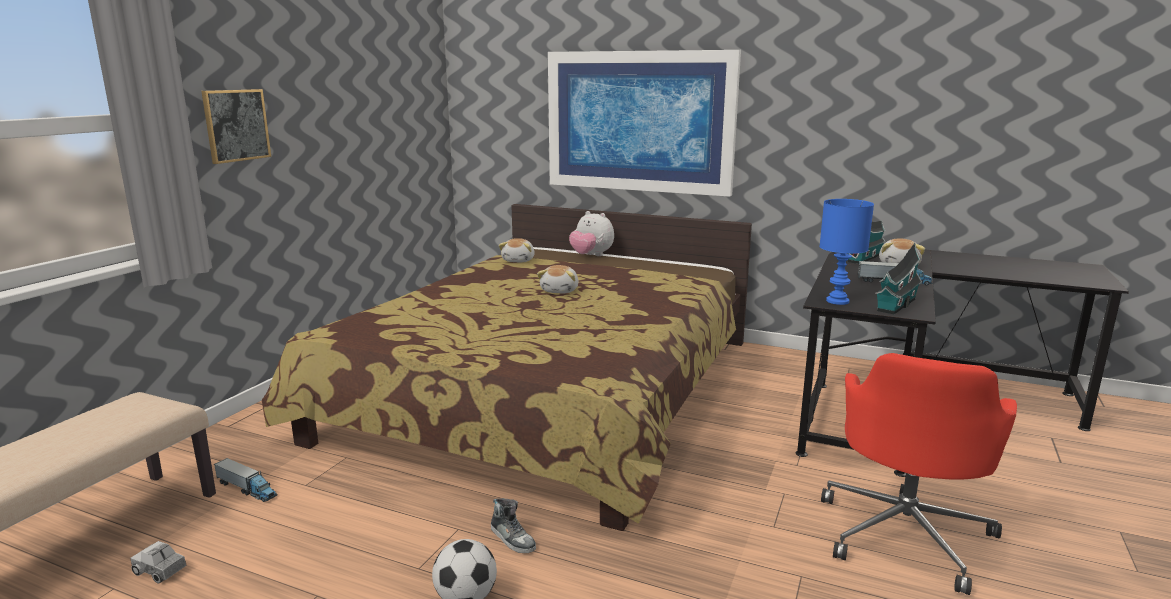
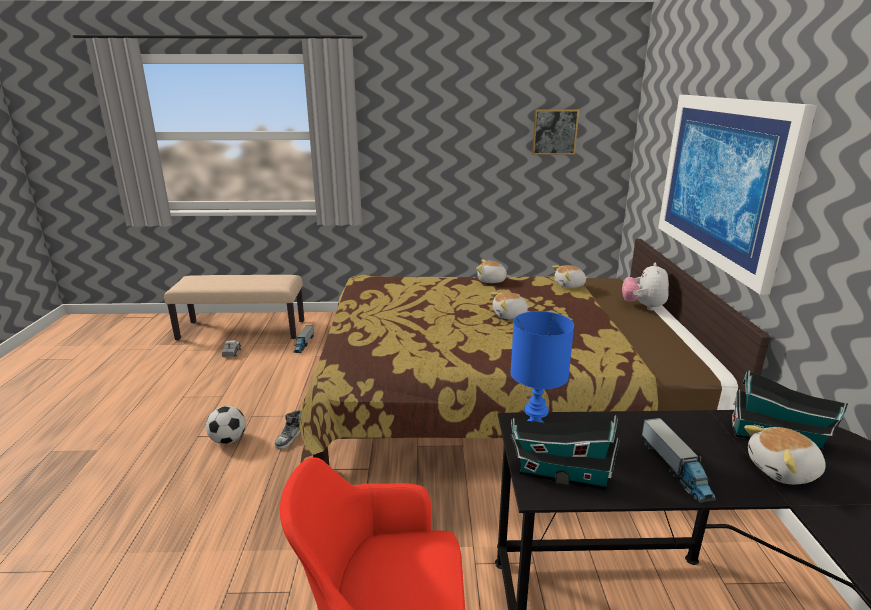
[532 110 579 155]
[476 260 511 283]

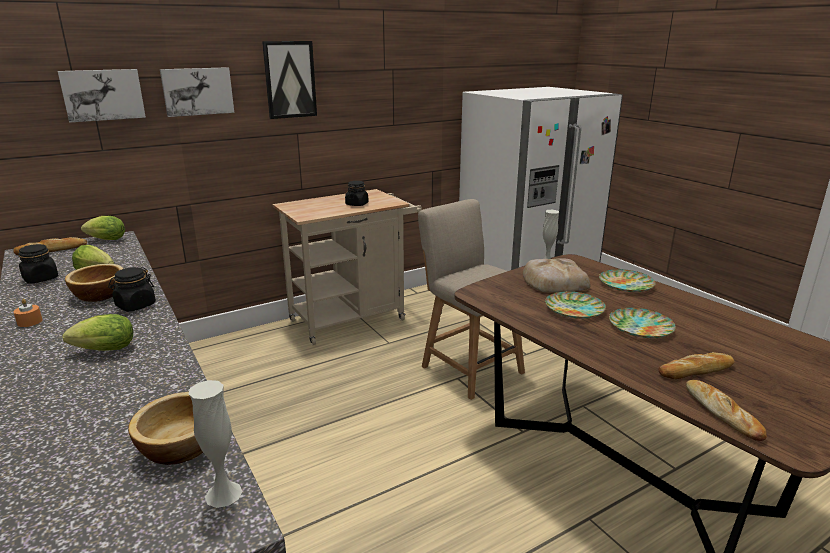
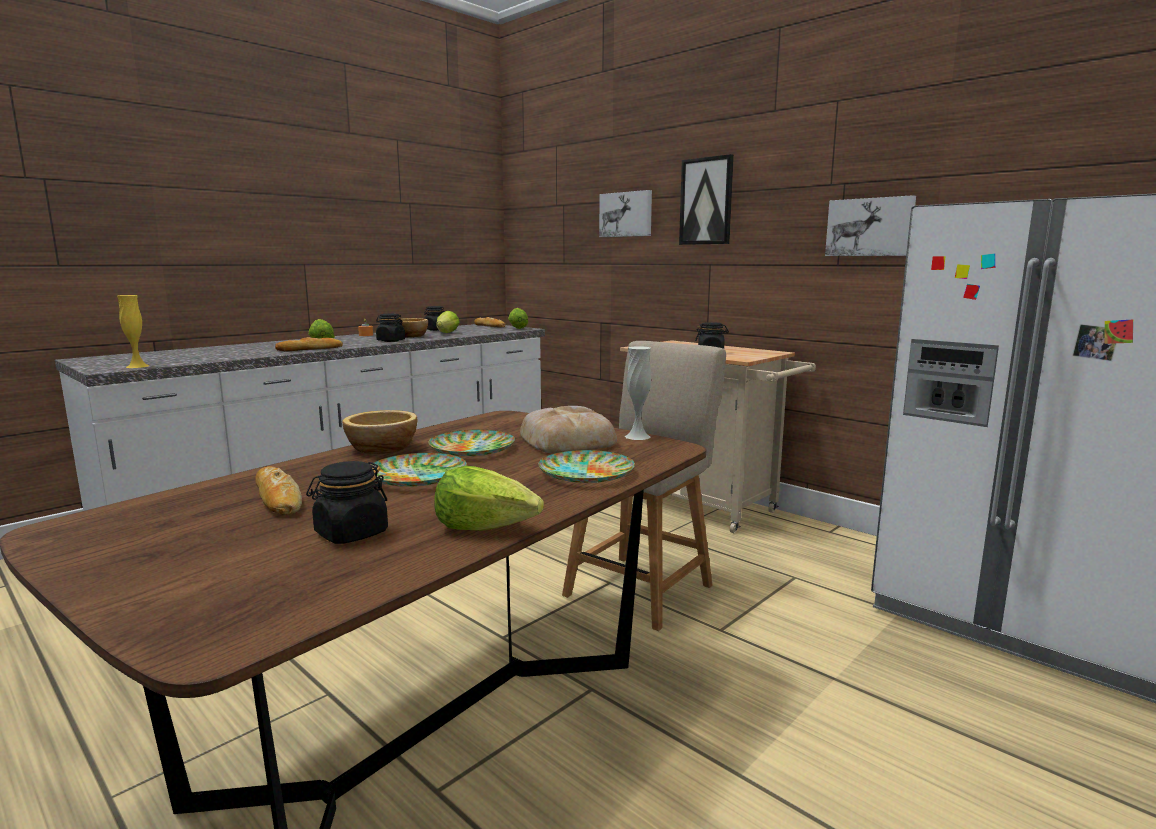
[825 195 916 256]
[342 410 417 454]
[117 295 149 368]
[275 337 343 351]
[306 461 388 544]
[435 466 544 531]

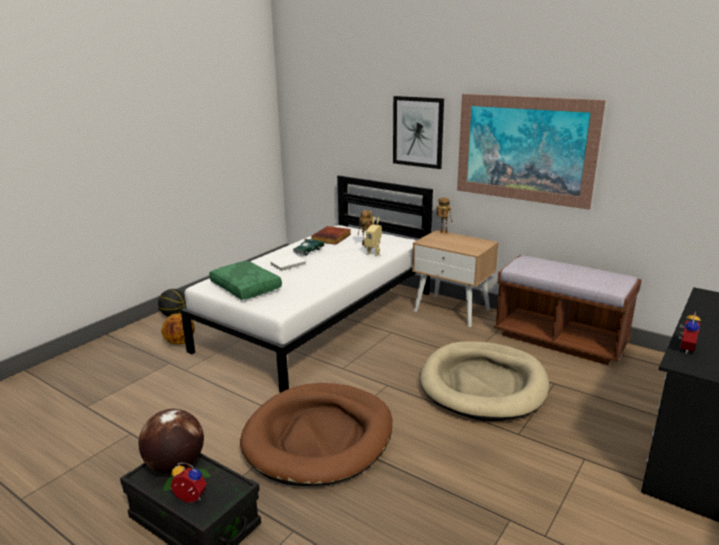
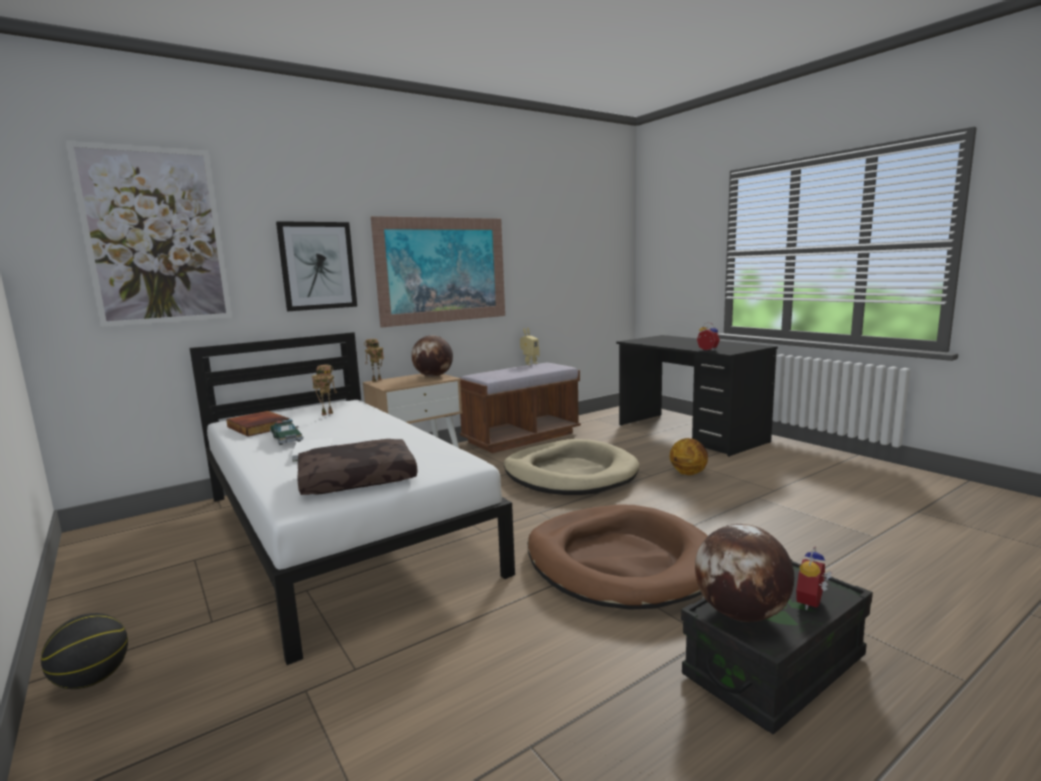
[670 438 708 475]
[298 439 418 495]
[520 328 540 365]
[65 140 232 327]
[411 335 453 377]

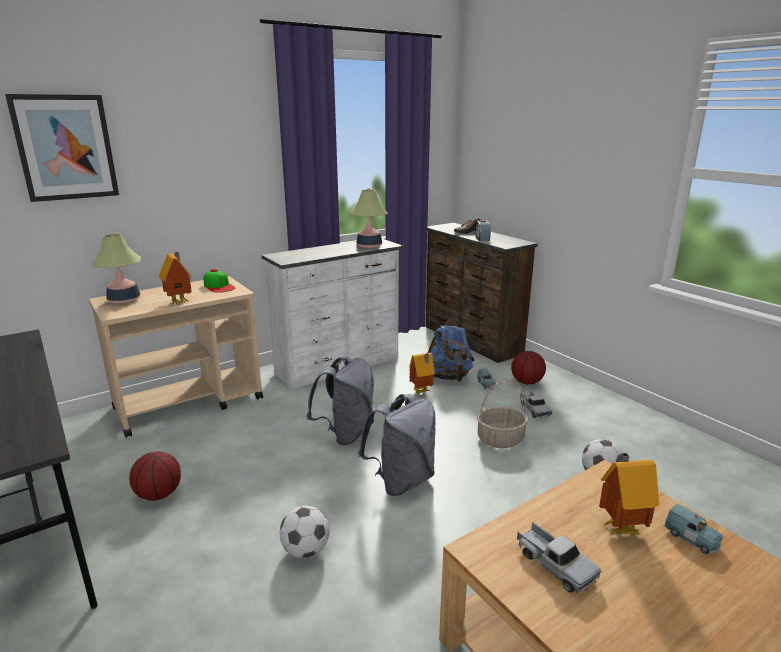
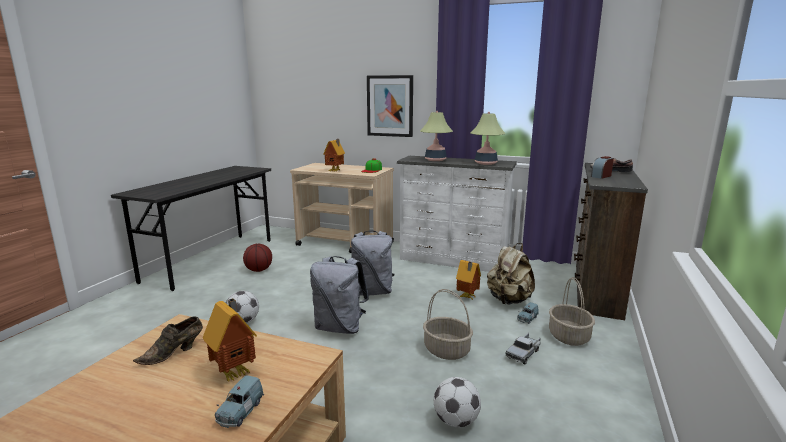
[367 75 413 137]
[420 111 453 161]
[487 243 535 305]
[549 277 595 346]
[133 316 203 365]

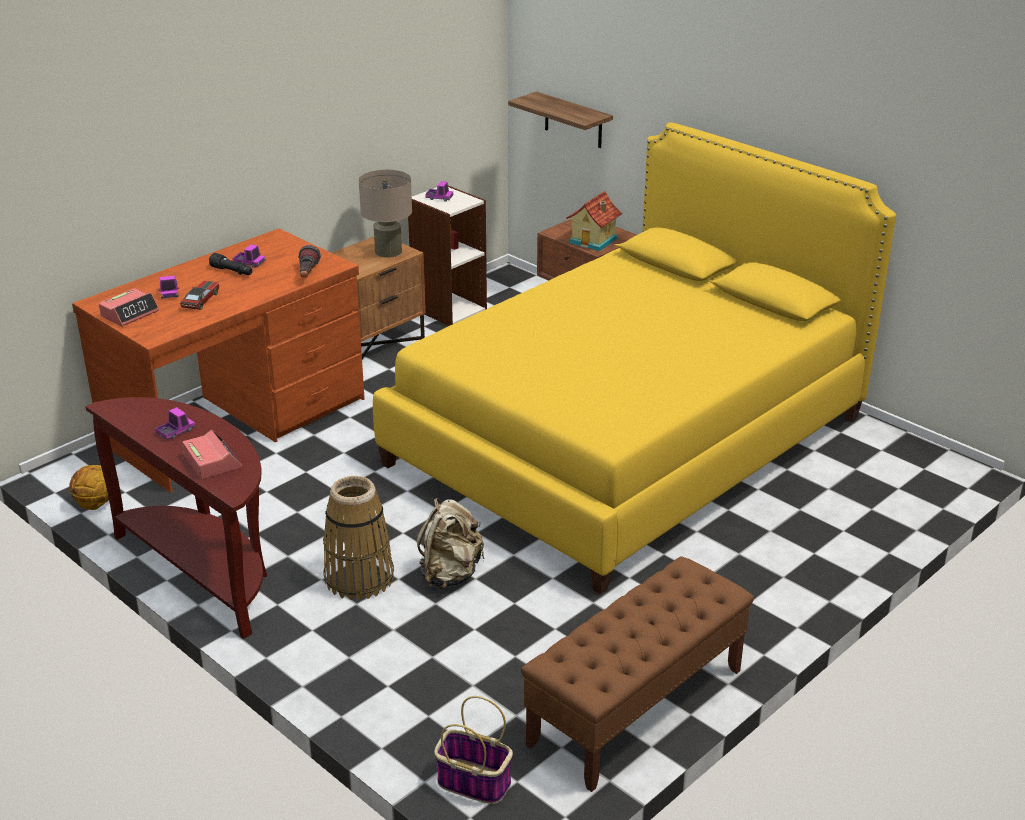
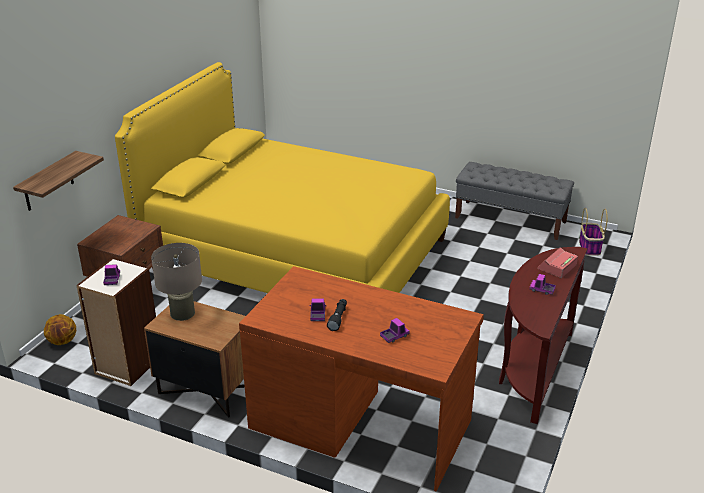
[44 314 76 345]
[99 288 159 326] (first image)
[180 281 219 310] (first image)
[298 245 321 277] (first image)
[323 476 394 600] (first image)
[417 498 485 589] (first image)
[455 162 574 240]
[566 191 622 251] (first image)

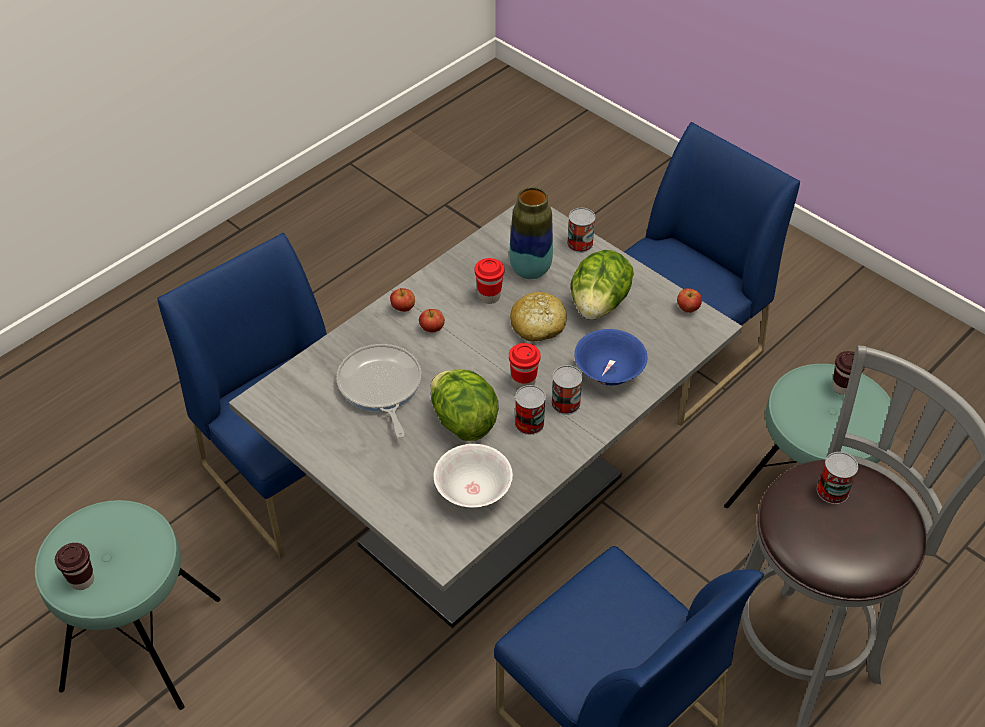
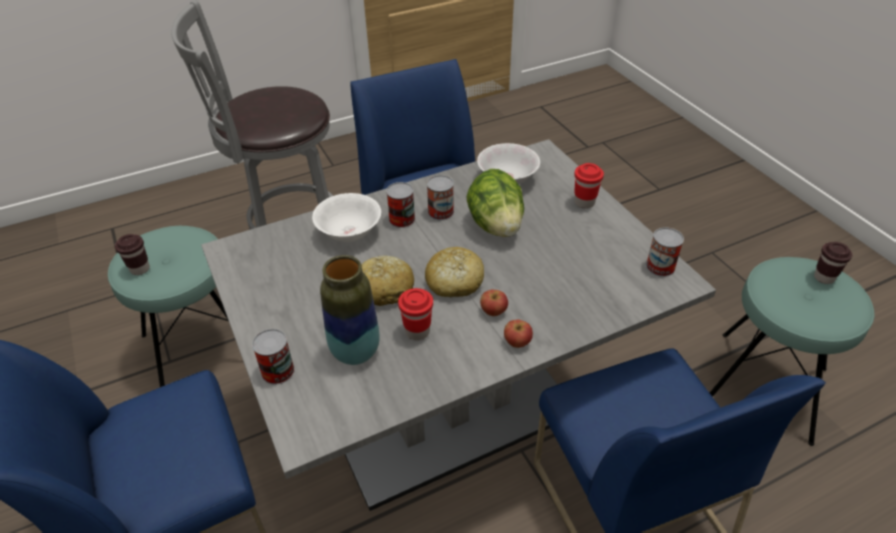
[337 344 421 438] (first image)
[574 163 604 209]
[571 250 634 320] (first image)
[312 193 381 242]
[677 289 702 313] (first image)
[646 227 684 277]
[425 247 484 298]

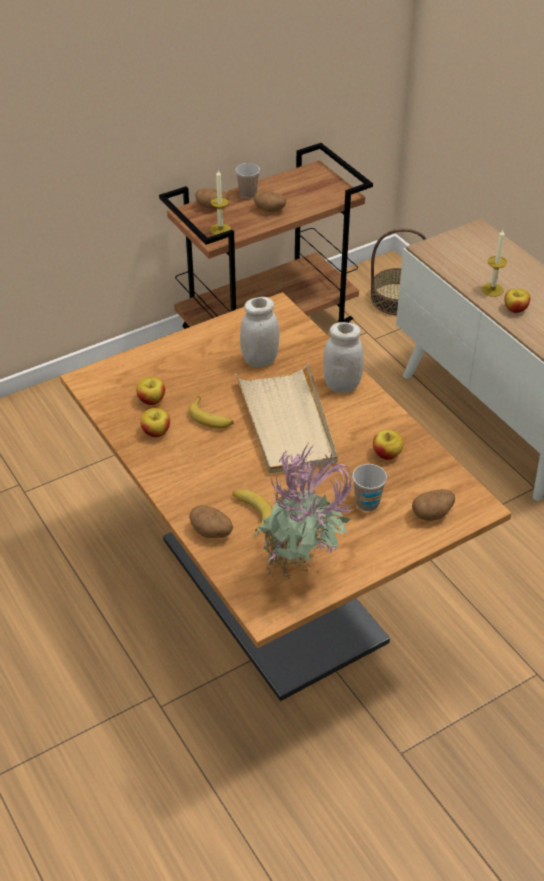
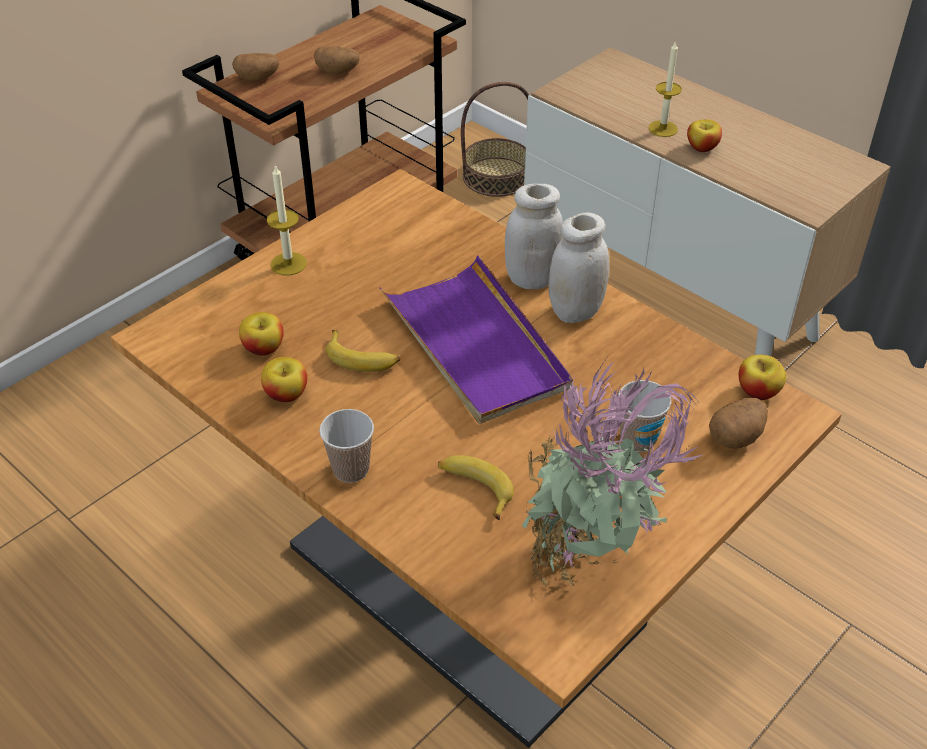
[189 505 233 538] (first image)
[267 164 307 275]
[319 409 374 483]
[380 255 573 424]
[548 212 609 323]
[739 355 786 400]

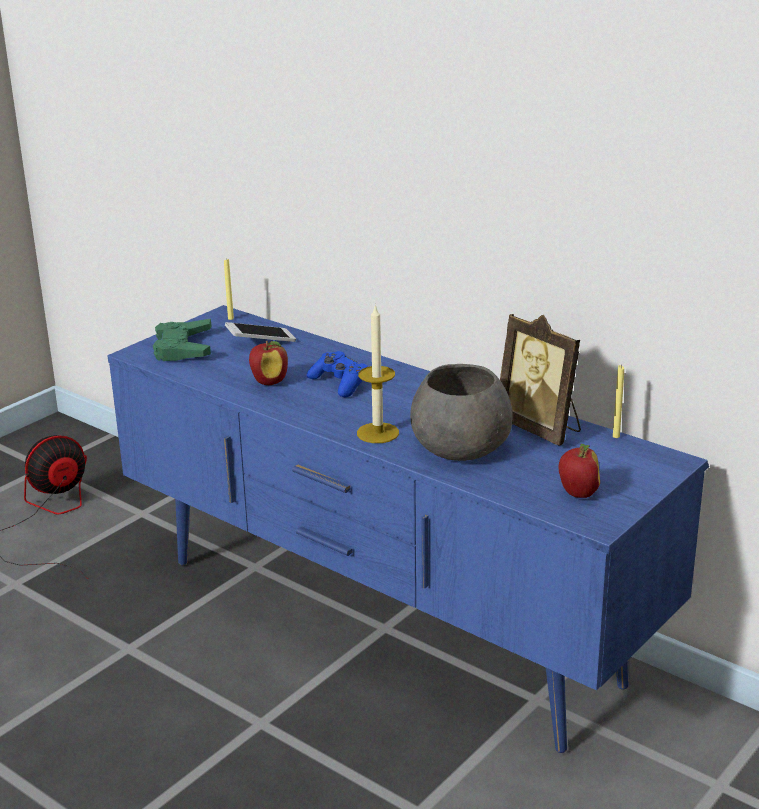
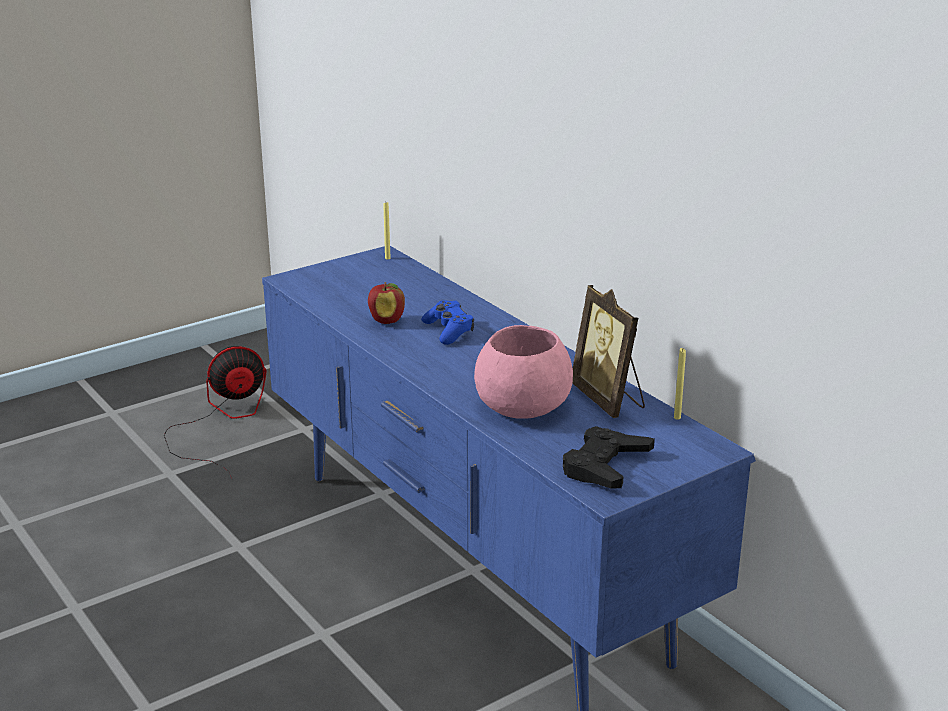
[153 318 212 361] (first image)
[225 322 296 342] (first image)
[357 304 399 443] (first image)
[474 325 573 419]
[563 426 655 489]

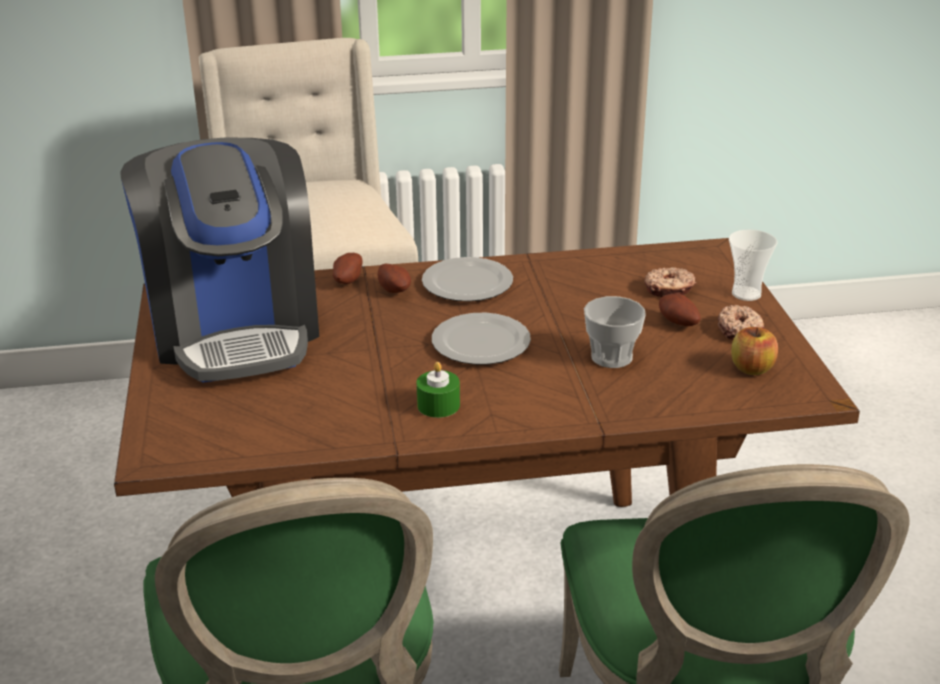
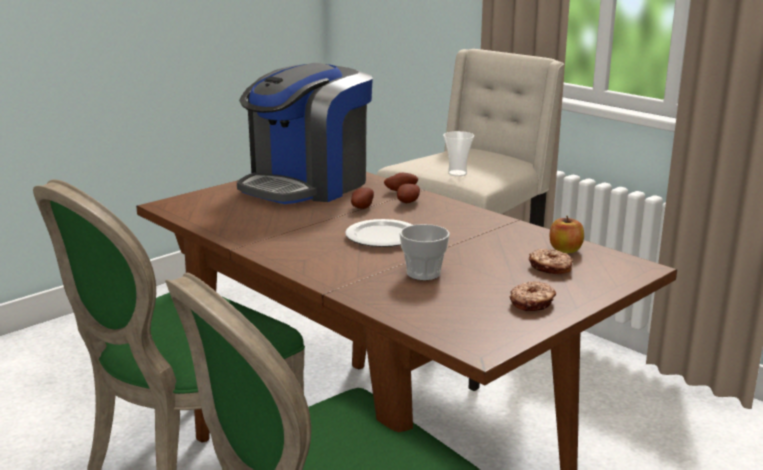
[416 362 460 418] (first image)
[422 257 513 302] (first image)
[351 188 374 209]
[443 131 474 176]
[550 216 584 253]

